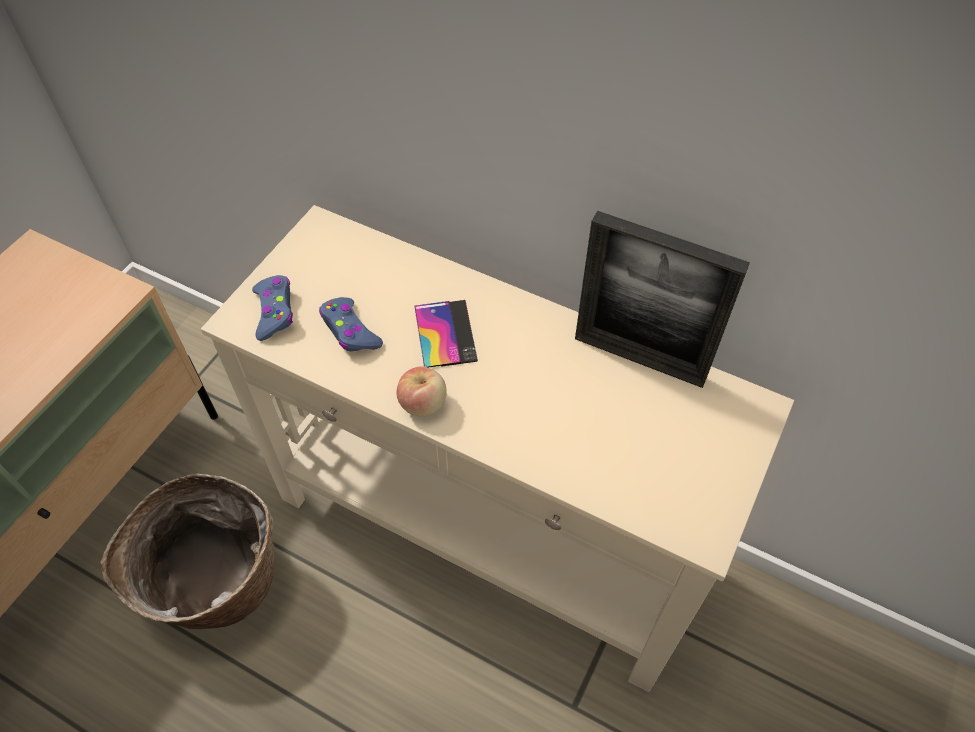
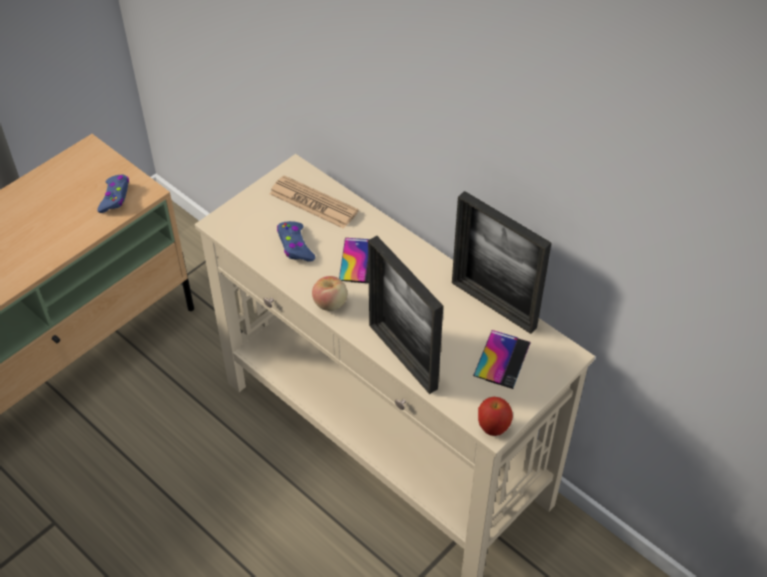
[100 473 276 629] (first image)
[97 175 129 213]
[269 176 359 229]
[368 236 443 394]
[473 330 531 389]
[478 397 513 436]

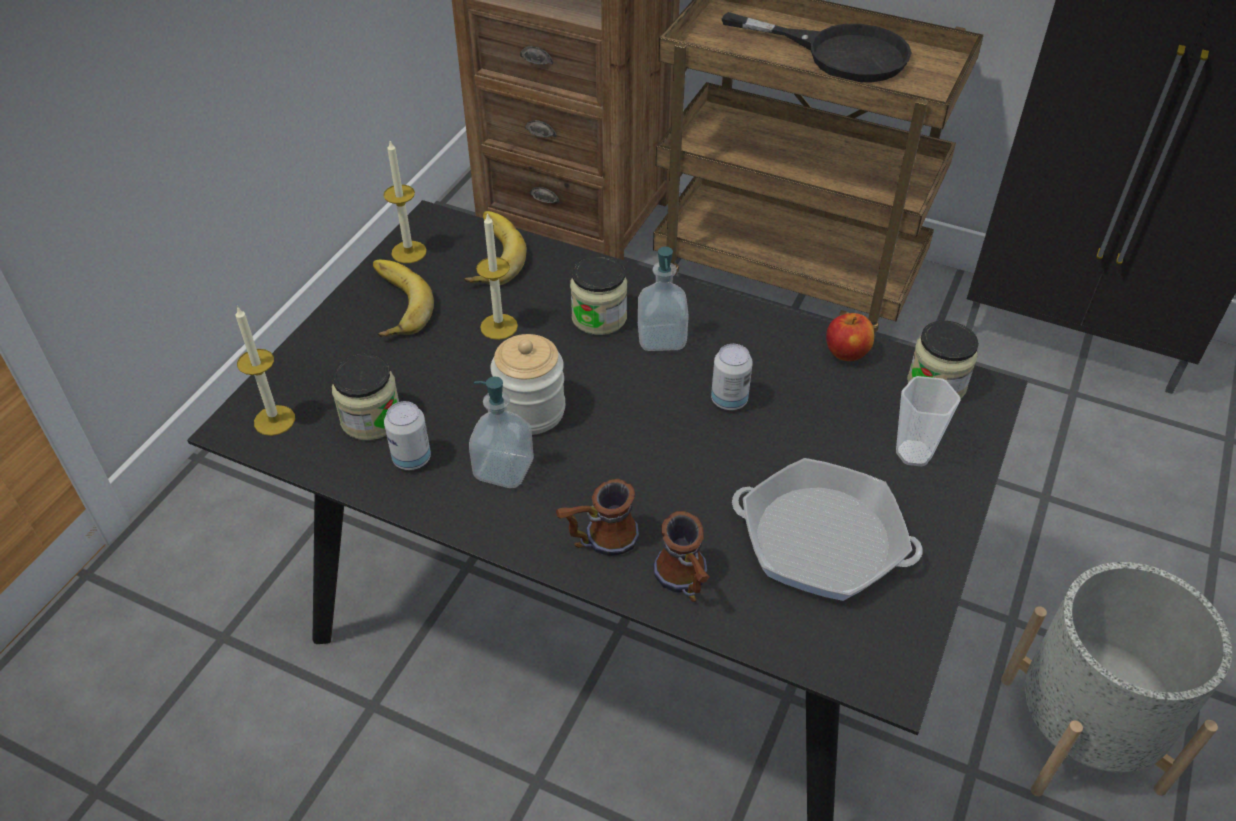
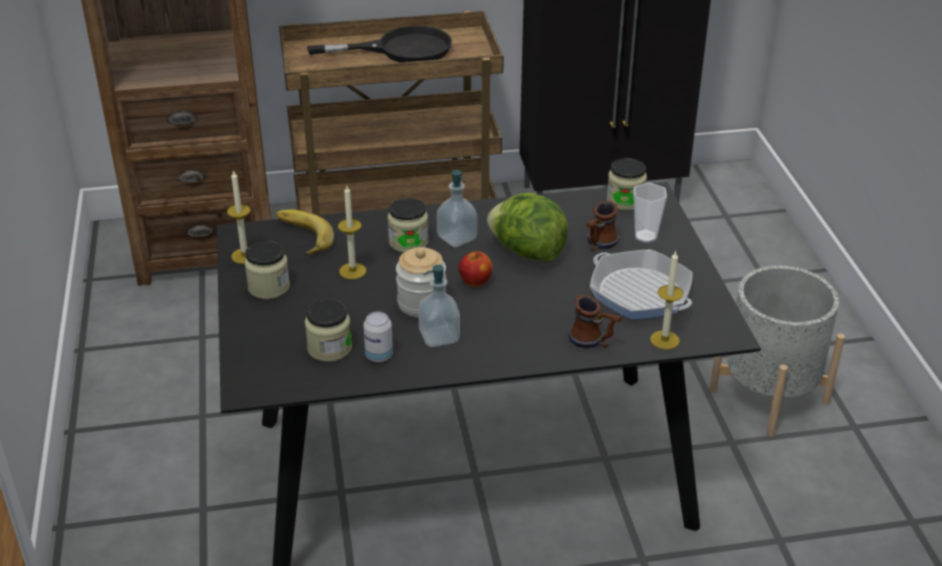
[650 251 683 350]
[245 241 290 299]
[586 201 619 251]
[487 193 568 262]
[590 249 693 320]
[458 251 493 287]

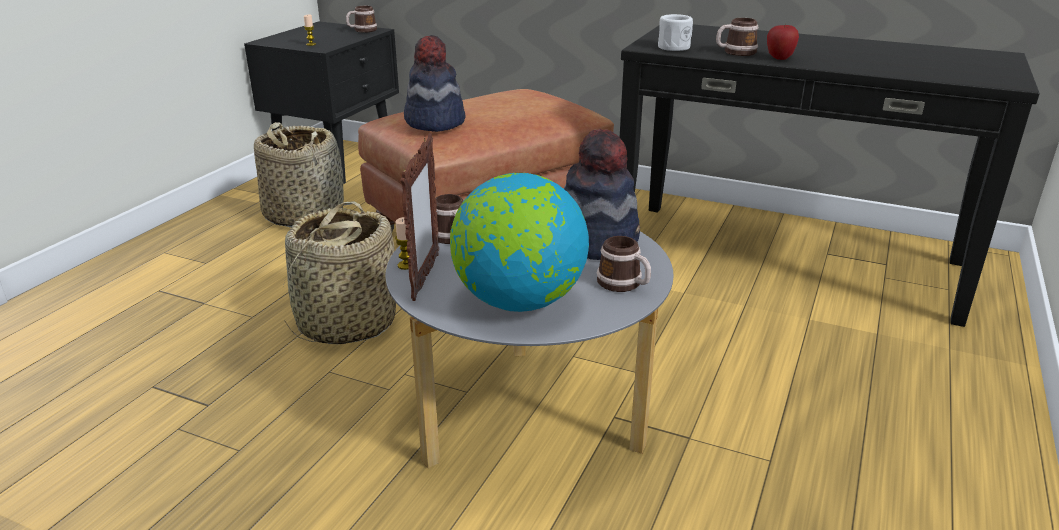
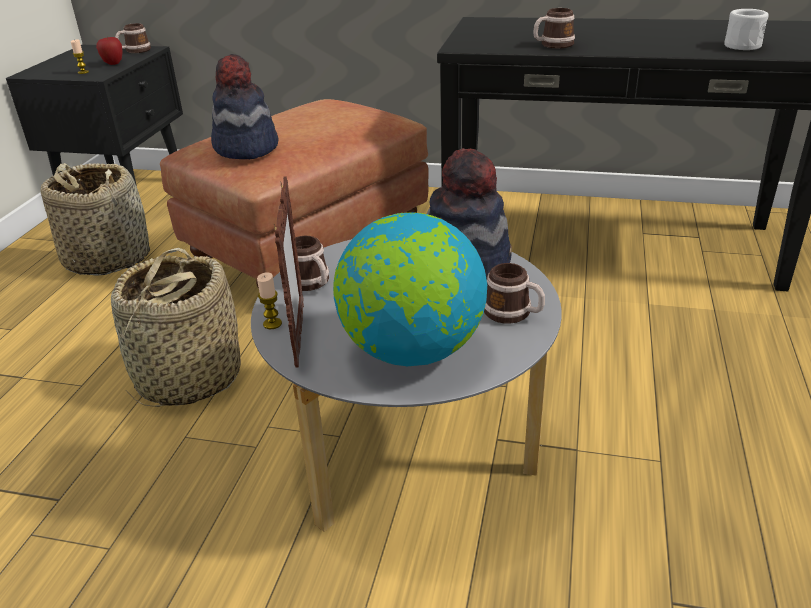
[724 9 769 50]
[96 37 123 65]

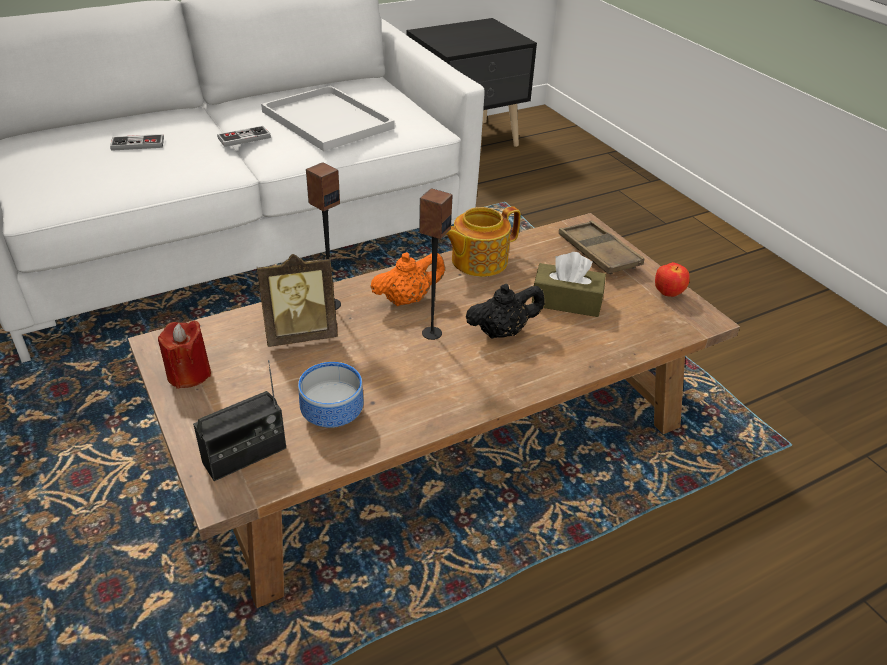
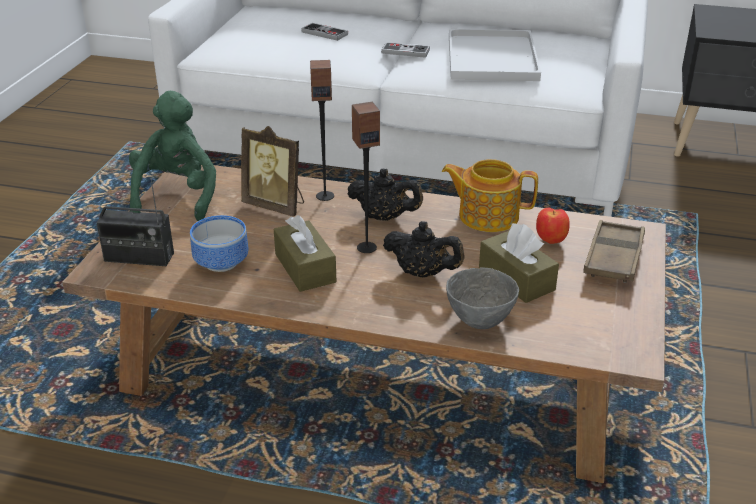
[129 91 216 221]
[347 169 423 221]
[536 208 570 244]
[274 215 336 292]
[446 267 519 329]

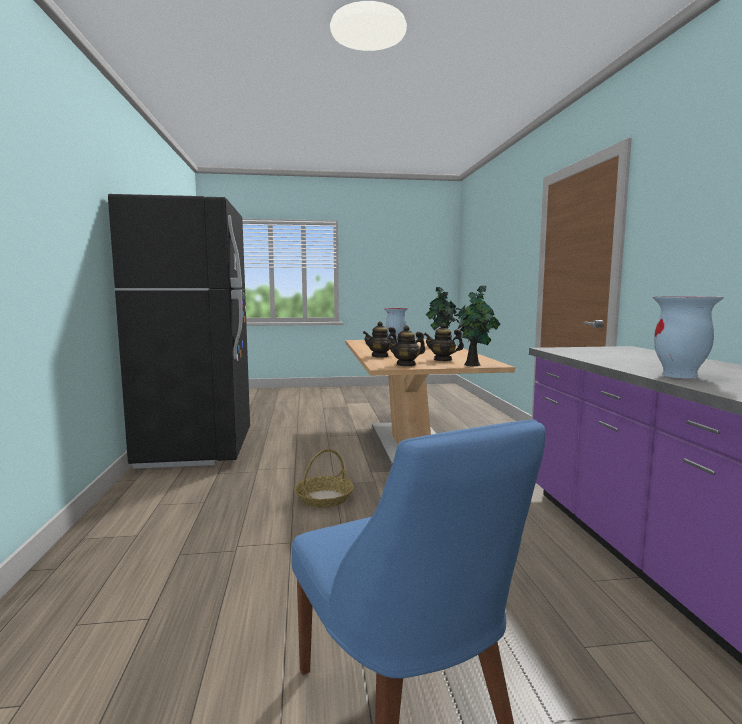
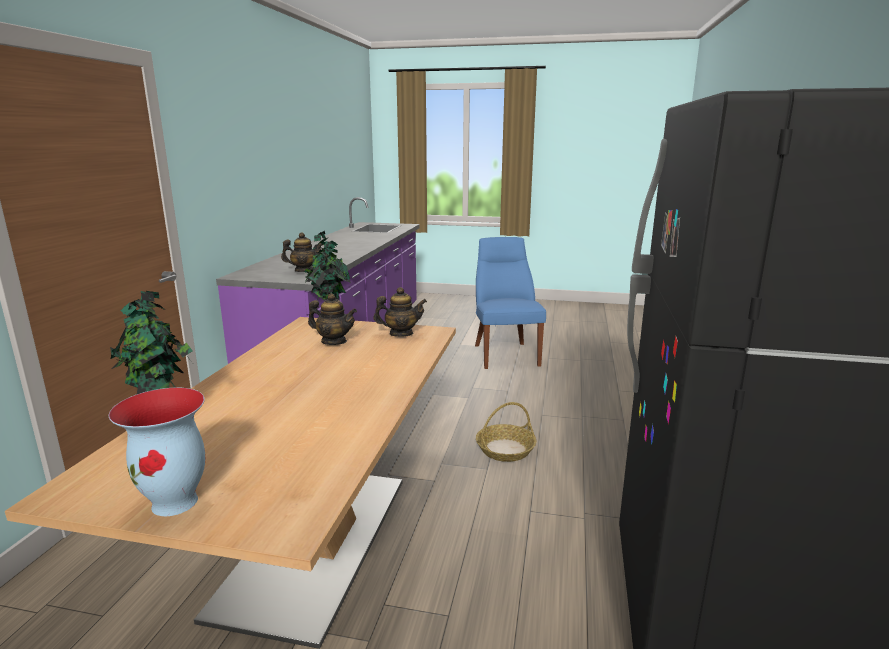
[281 232 322 272]
[652 296 724 379] (first image)

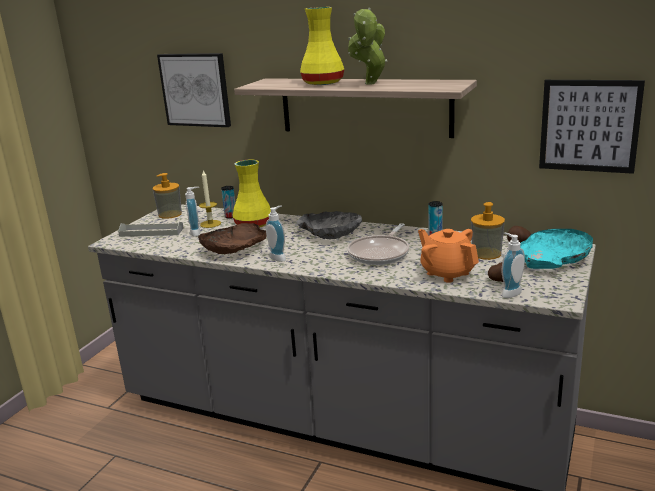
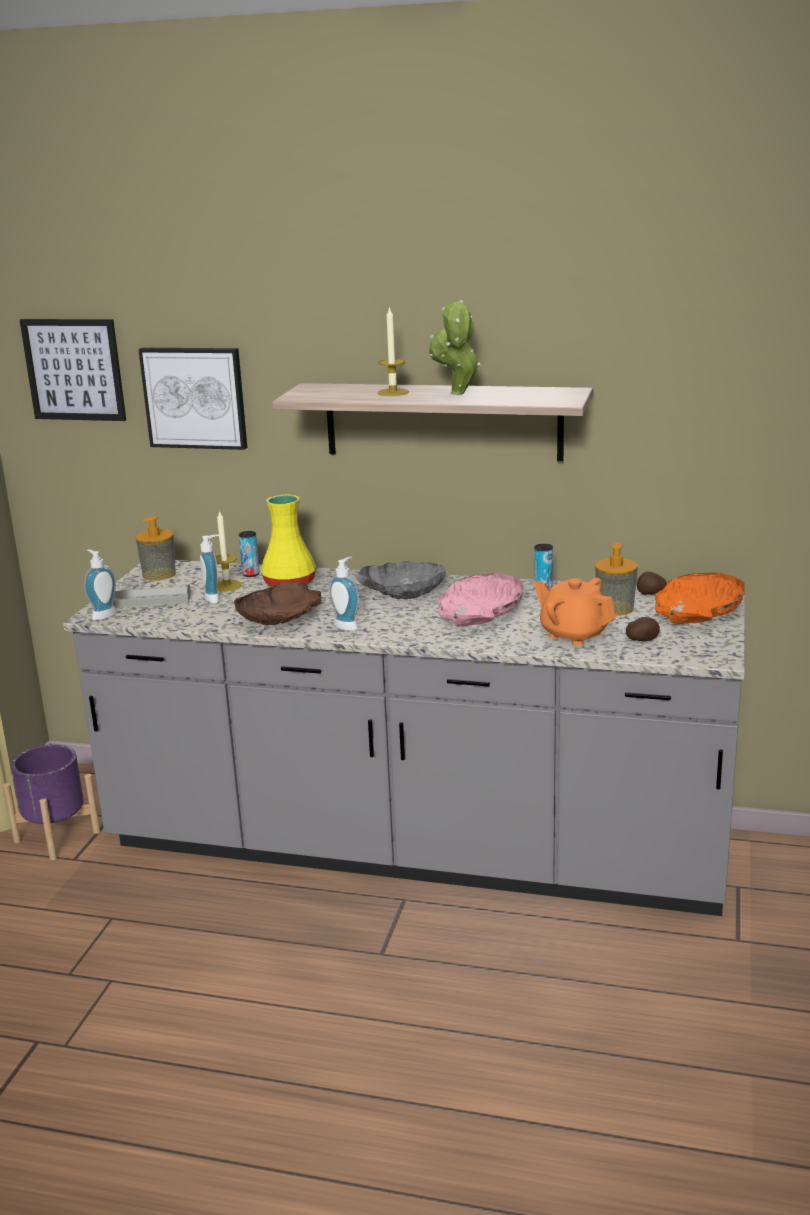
[377 306 409 396]
[438 573 523 627]
[84 549 117 621]
[655 573 745 624]
[20 319 126 421]
[3 744 100 860]

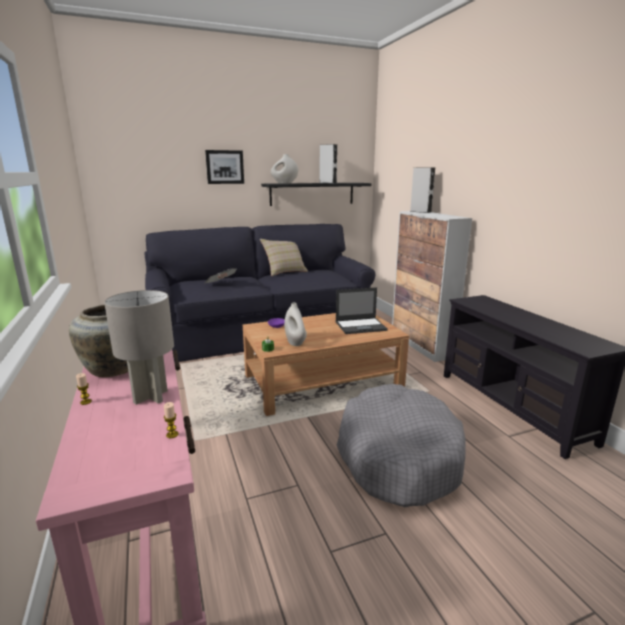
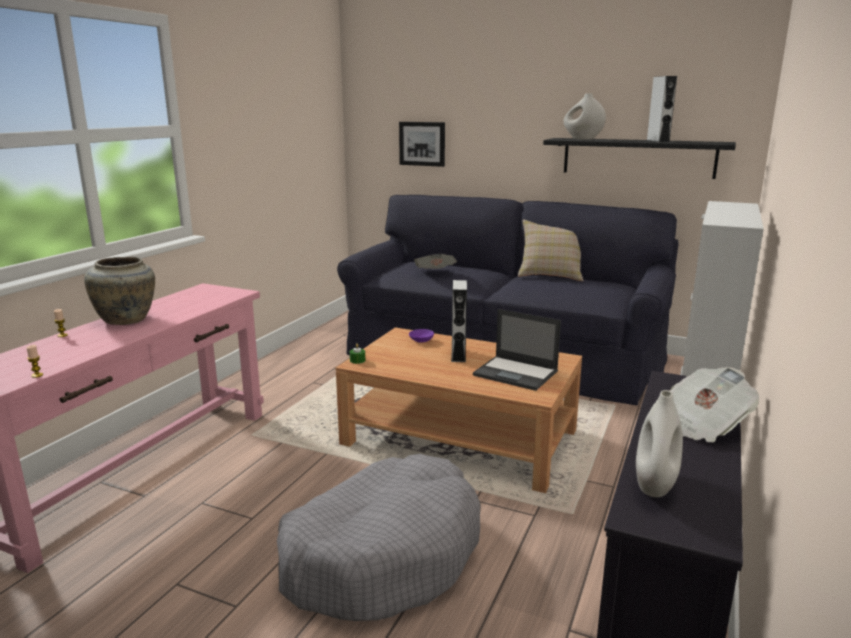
[104 290 174 405] (first image)
[399 122 445 167]
[636 390 683 497]
[451 280 467 362]
[670 367 759 442]

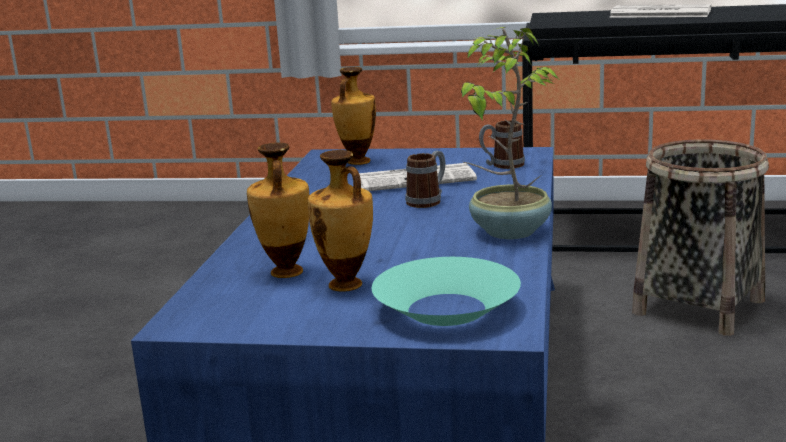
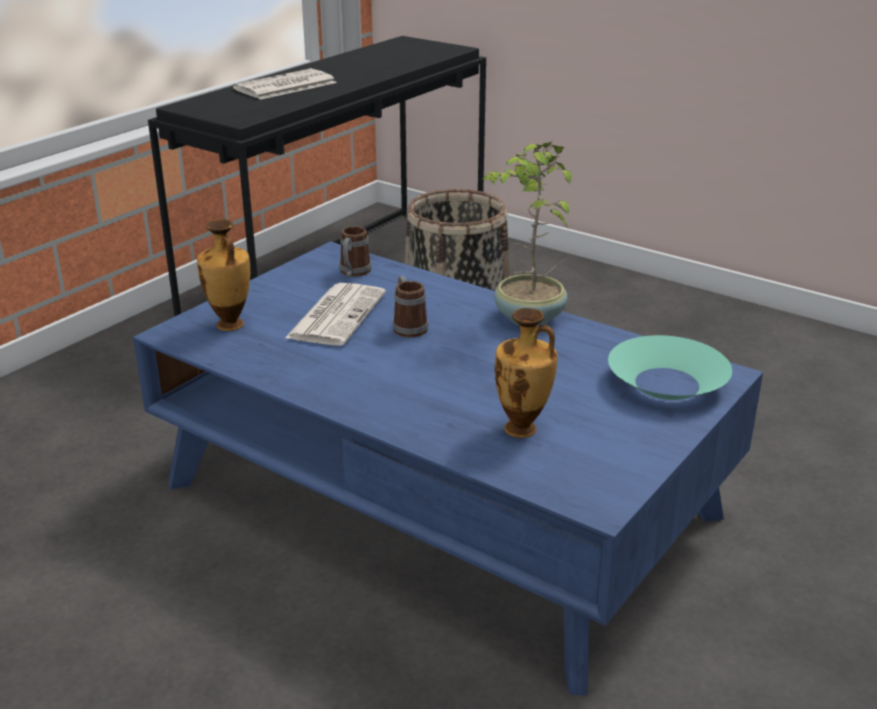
[308 150 373 292] (first image)

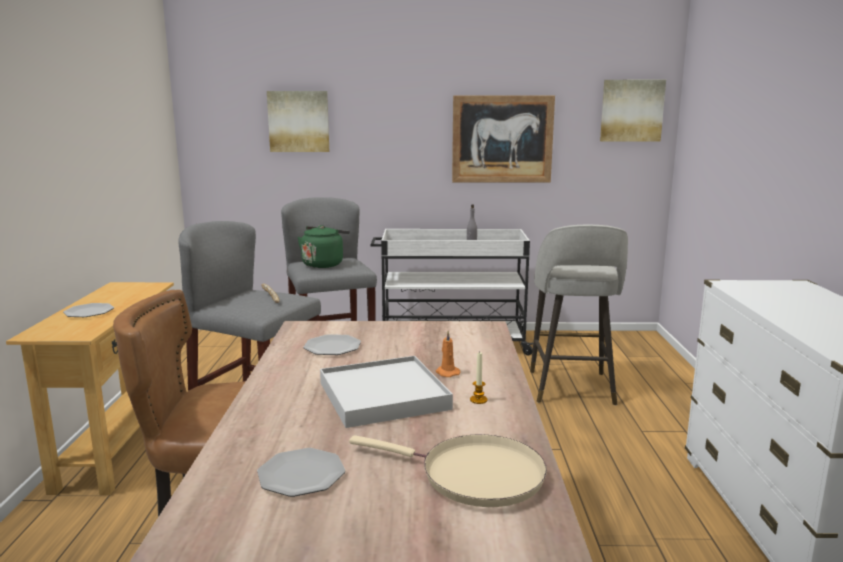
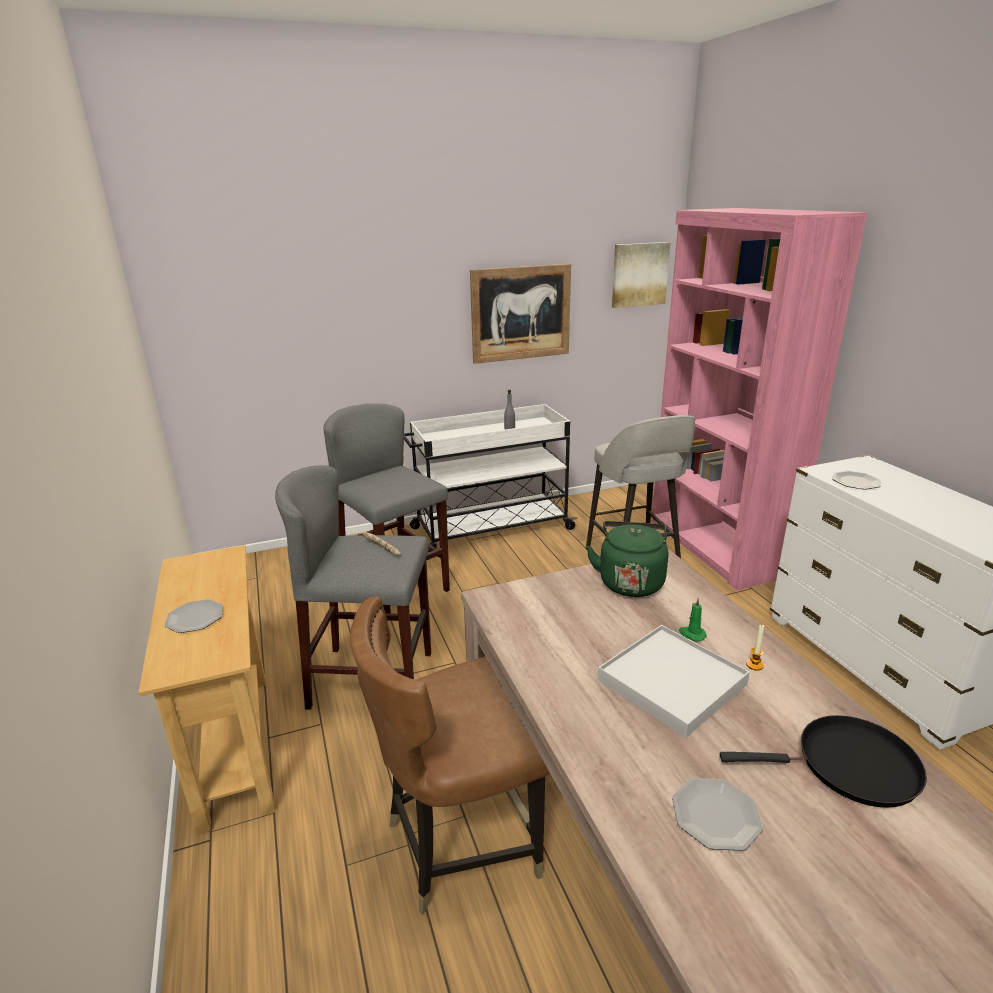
[267 91 329 152] (first image)
[586 521 668 597]
[832 471 881 490]
[720 715 927 808]
[679 598 707 641]
[651 208 868 590]

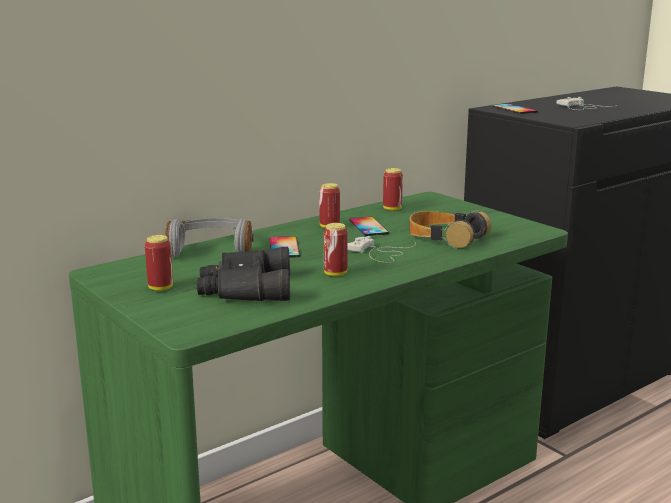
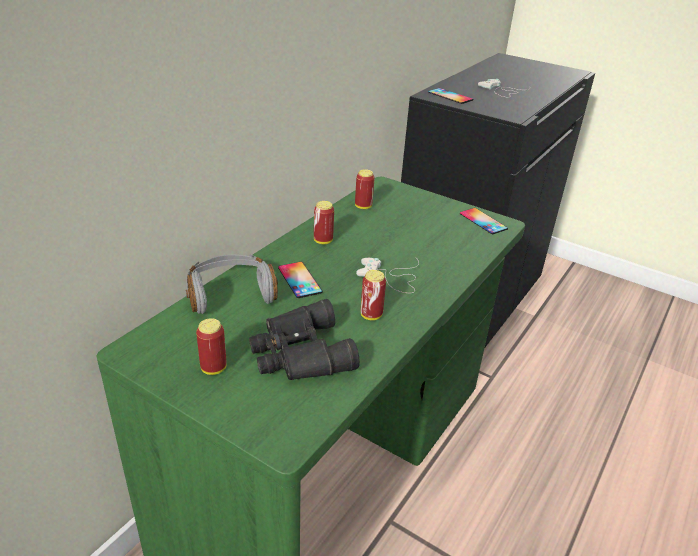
[460 208 508 234]
[410 210 491 249] (first image)

